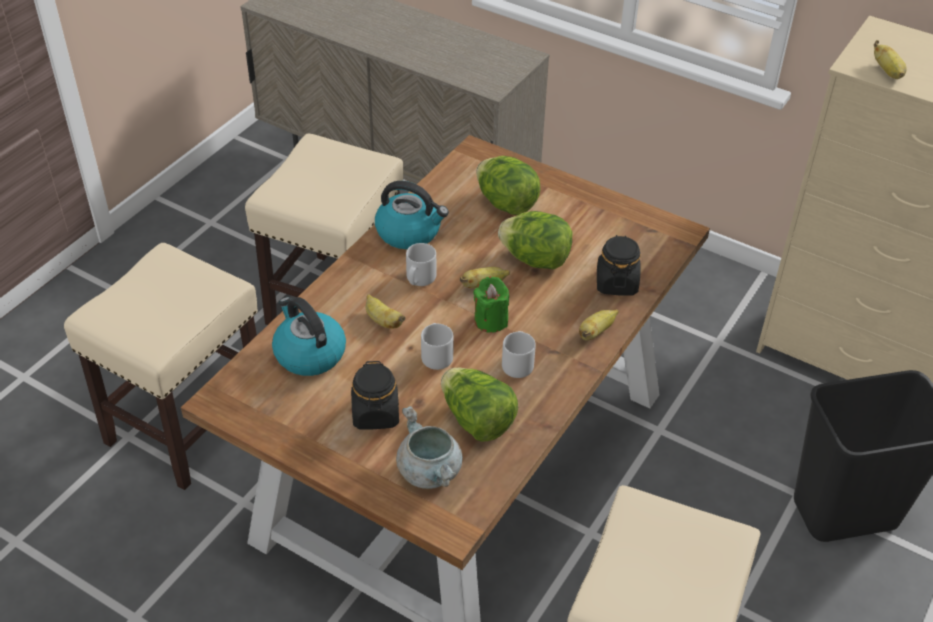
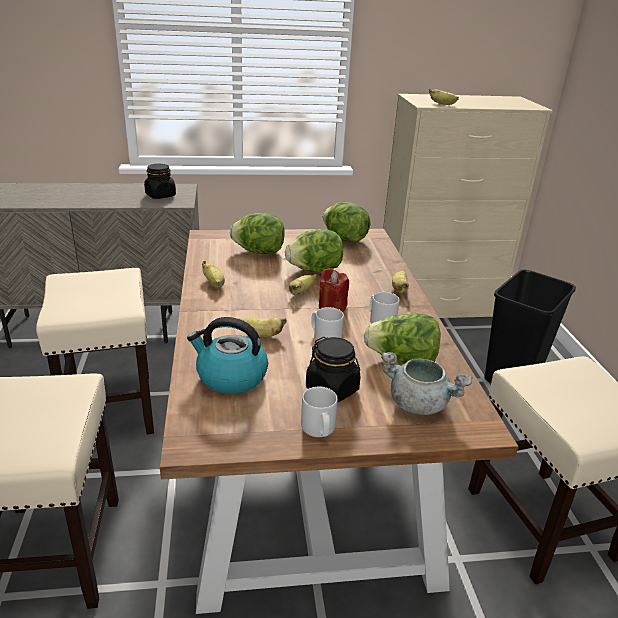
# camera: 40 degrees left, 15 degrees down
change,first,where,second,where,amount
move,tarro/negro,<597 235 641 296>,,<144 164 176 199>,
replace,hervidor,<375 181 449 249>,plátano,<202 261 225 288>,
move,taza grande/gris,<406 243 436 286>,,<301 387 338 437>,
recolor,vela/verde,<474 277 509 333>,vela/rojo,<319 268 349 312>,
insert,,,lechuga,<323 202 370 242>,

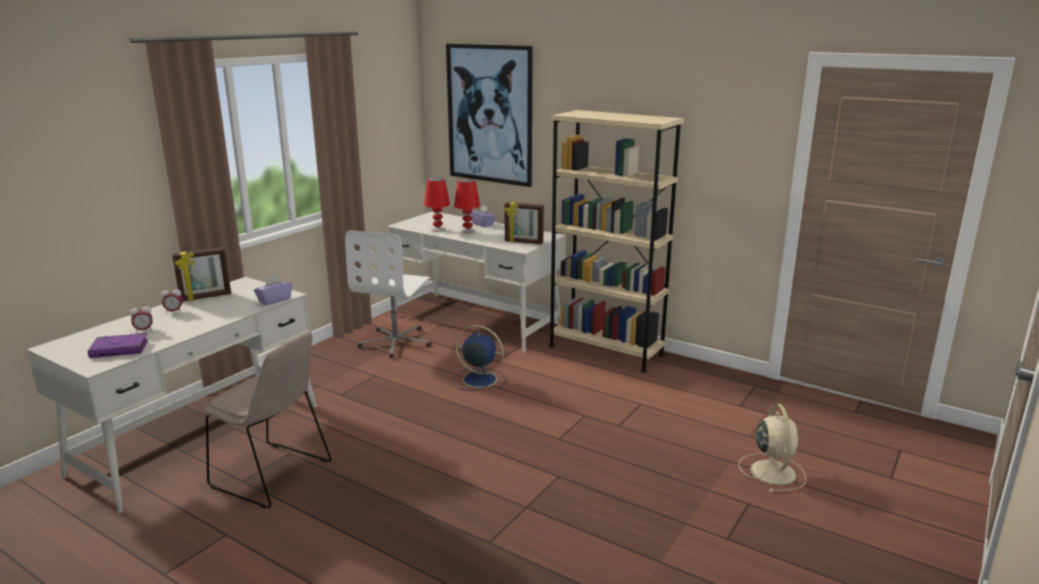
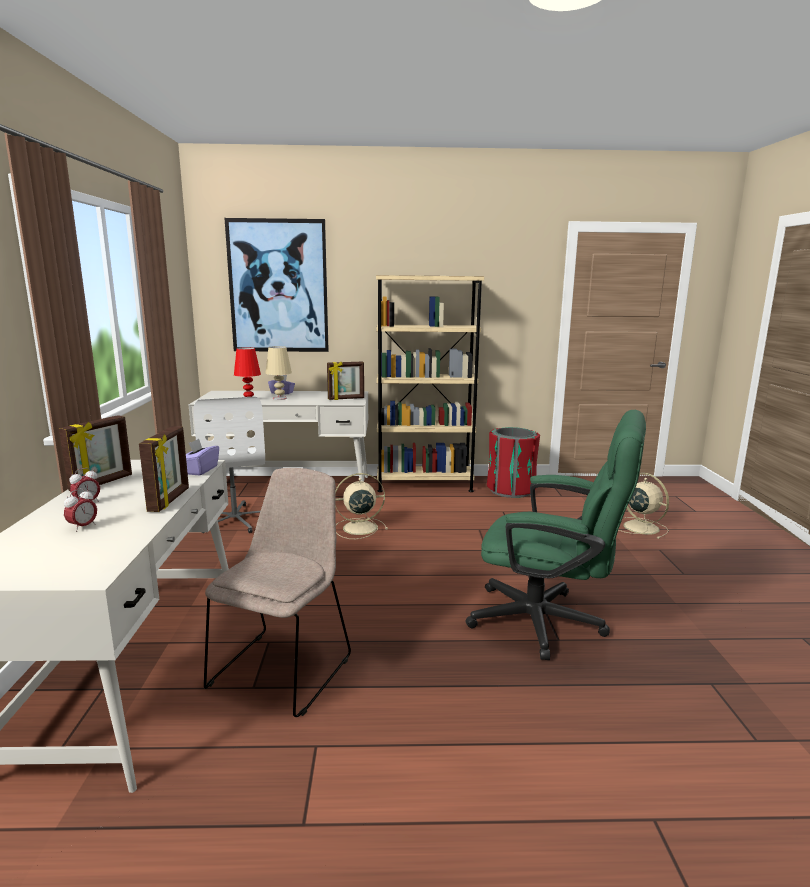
# camera: 35 degrees left, 5 degrees down
change,first,where,second,where,amount
insert,,,portarretratos,<139 426 189 512>,
rotate,silla/beis,<203 331 331 509>,,<204 468 351 717>,60 degrees counterclockwise
recolor,lámpara de mesa/rojo,<454 178 480 234>,lámpara de mesa/beis,<266 346 292 400>,
recolor,ventilador/azul,<453 325 505 391>,ventilador/beis,<336 473 388 539>,
insert,,,silla de oficina/verde,<466 410 646 660>,
insert,,,papelera/rojo,<487 427 540 498>,
delete,libro/morado,<88 333 148 358>,,,

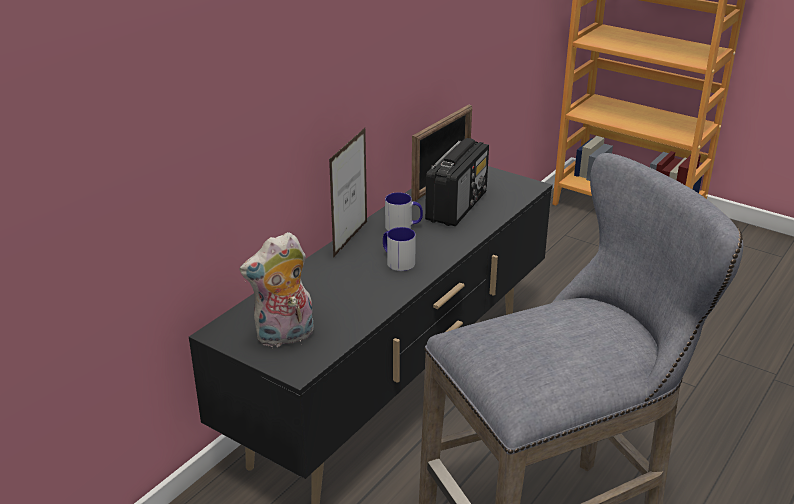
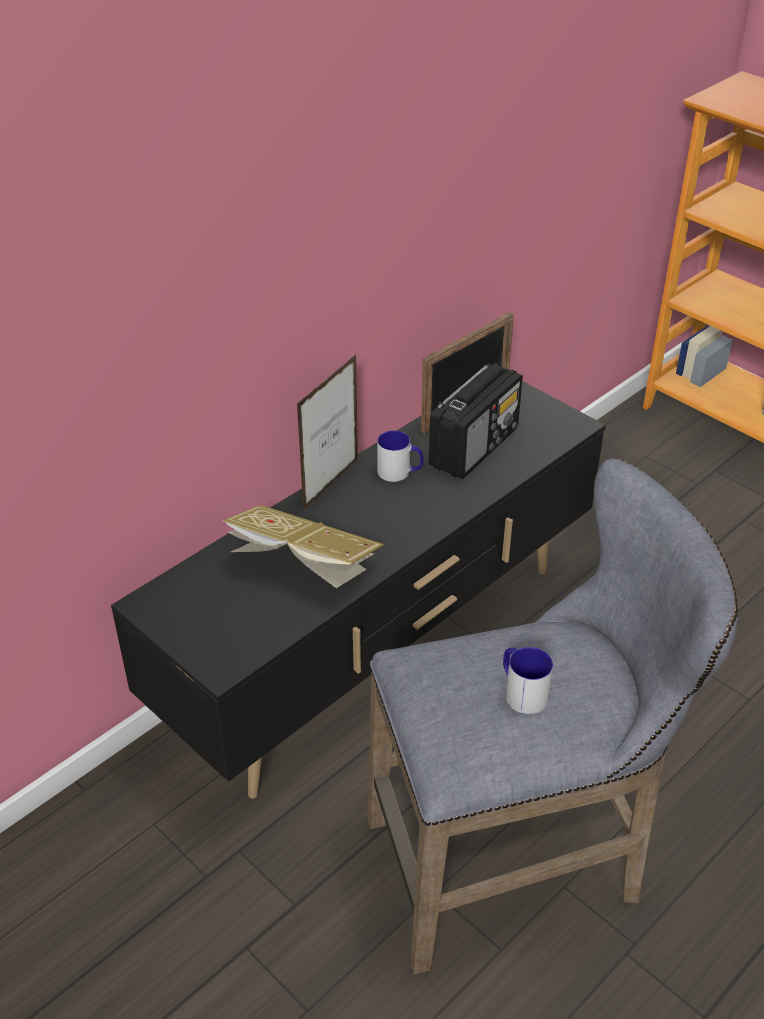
# camera: 10 degrees right, 10 degrees up
change,first,where,second,where,amount
insert,,,libro,<223 505 384 588>,
move,taza grande,<383 227 416 271>,,<503 647 553 714>,
delete,peluche,<240 232 313 347>,,,

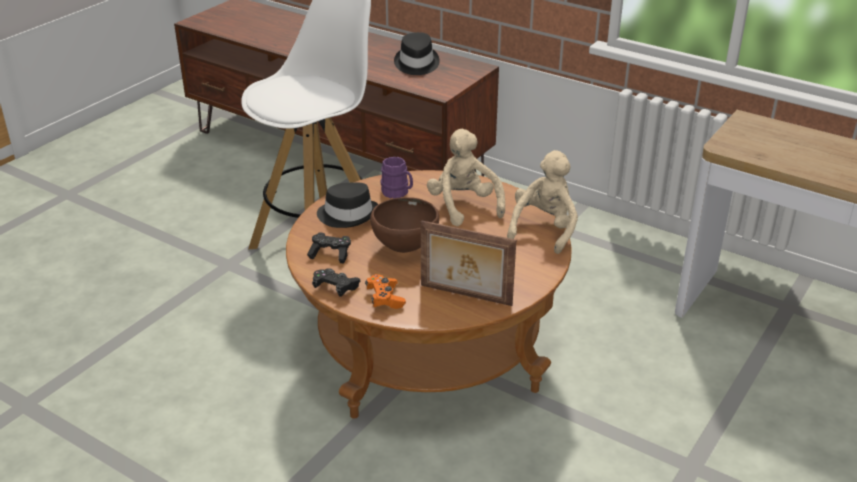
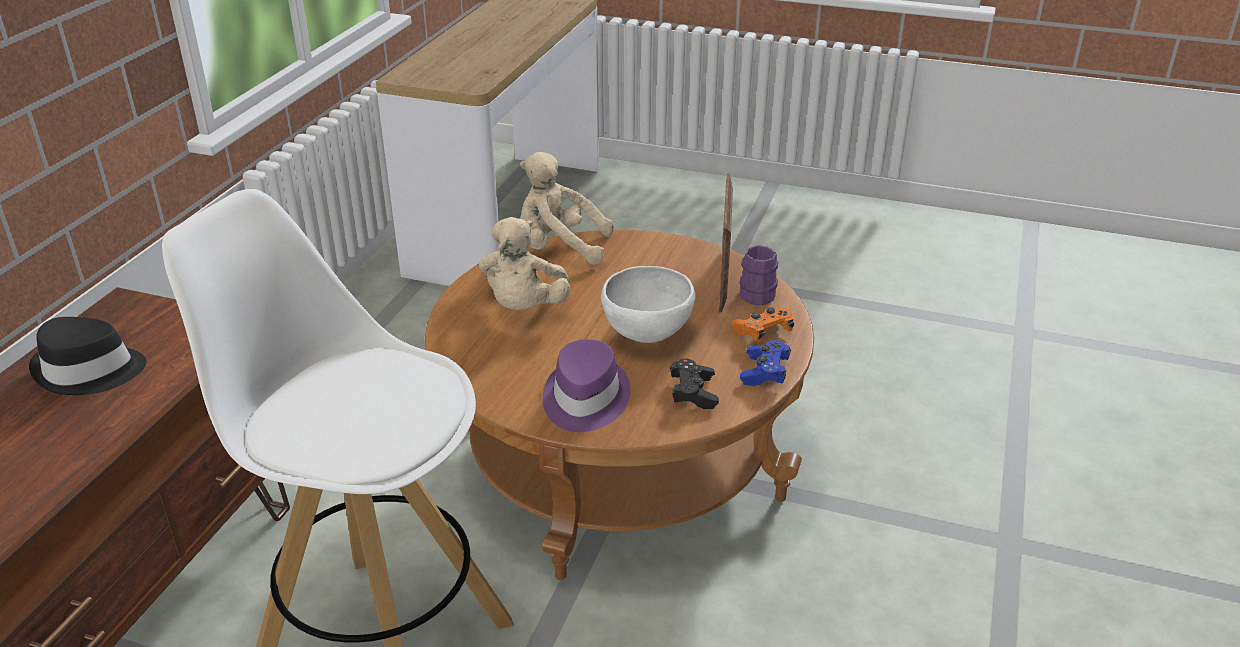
# camera: 105 degrees left, 0 degrees up
change,first,where,second,where,amount
rotate,peluche/beis,<427 129 505 226>,,<479 217 570 310>,45 degrees counterclockwise
recolor,sombrero/negro,<317 182 378 228>,sombrero/morado,<542 339 630 432>,
recolor,cuenco/marrón,<370 197 439 253>,cuenco/blanco,<601 266 696 343>,
move,taza grande/morado,<381 157 413 198>,,<740 245 778 306>,
recolor,mando de consola/negro,<312 268 361 297>,mando de consola/azul,<740 340 791 386>,

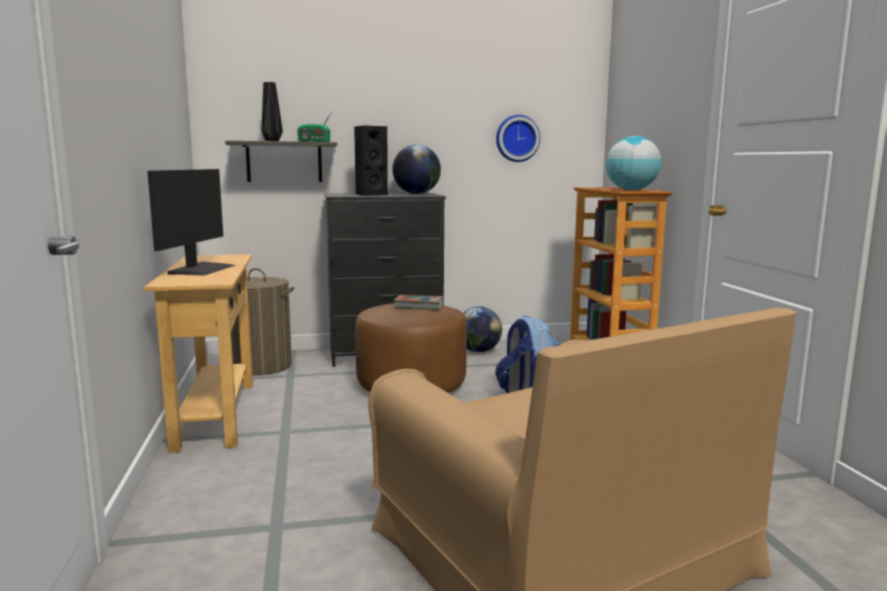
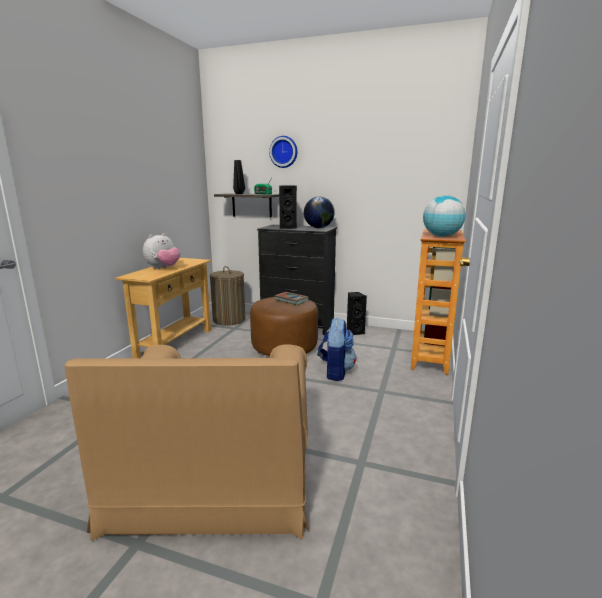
# camera: 30 degrees right, 5 degrees up
change,first,where,second,where,amount
replace,monitor,<147 169 236 276>,peluche,<143 233 180 269>,
move,reloj de pared,<496 115 540 162>,,<269 136 298 168>,
replace,globo terráqueo,<463 306 502 352>,altavoz/negro,<347 292 367 335>,

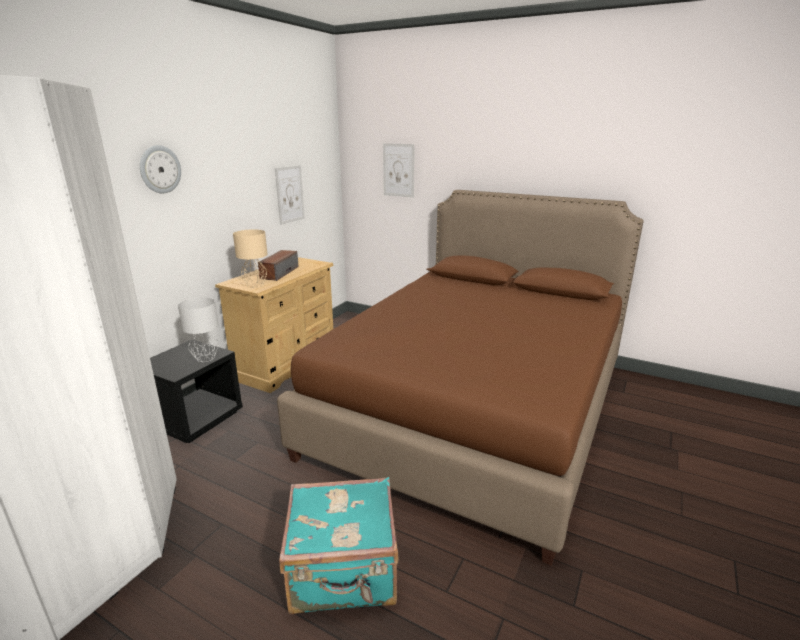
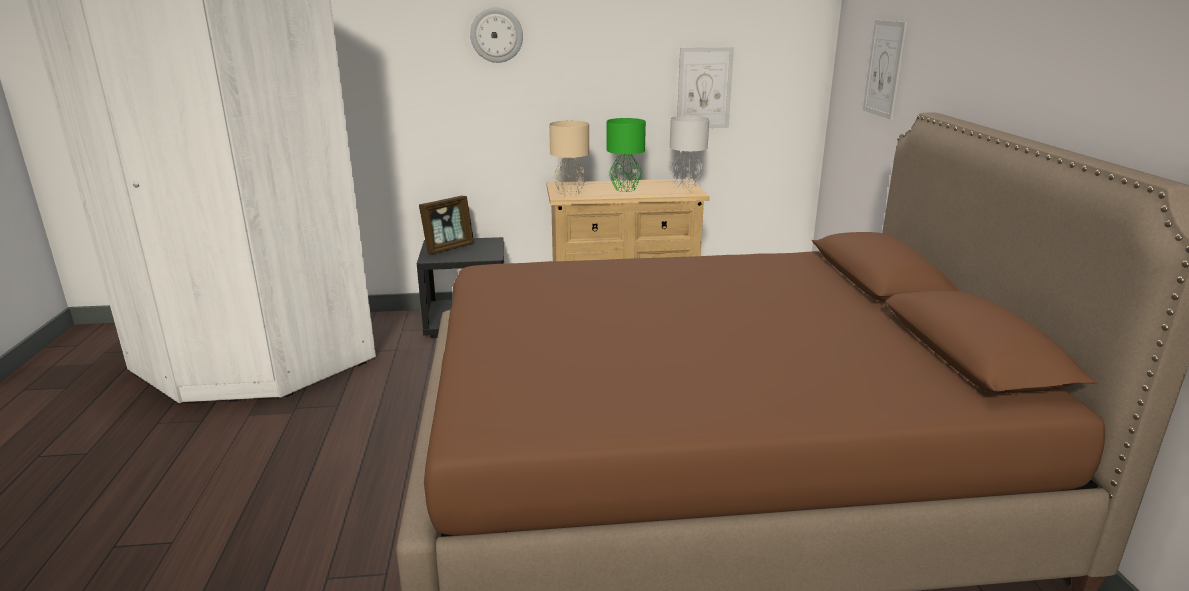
# camera: 55 degrees right, 0 degrees up
change,first,where,second,where,amount
insert,,,portarretratos,<419 196 474 254>,
replace,altavoz,<258 250 299 281>,lámpara de mesa/verde,<606 118 646 192>,
move,lámpara de mesa/gris,<178 297 219 362>,,<670 116 709 188>,
delete,maleta/turquesa,<279 477 398 615>,,,

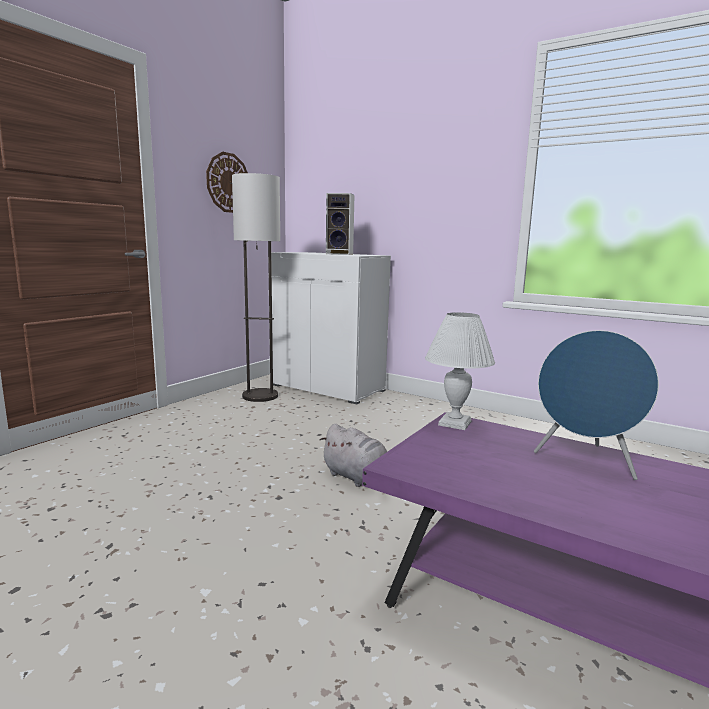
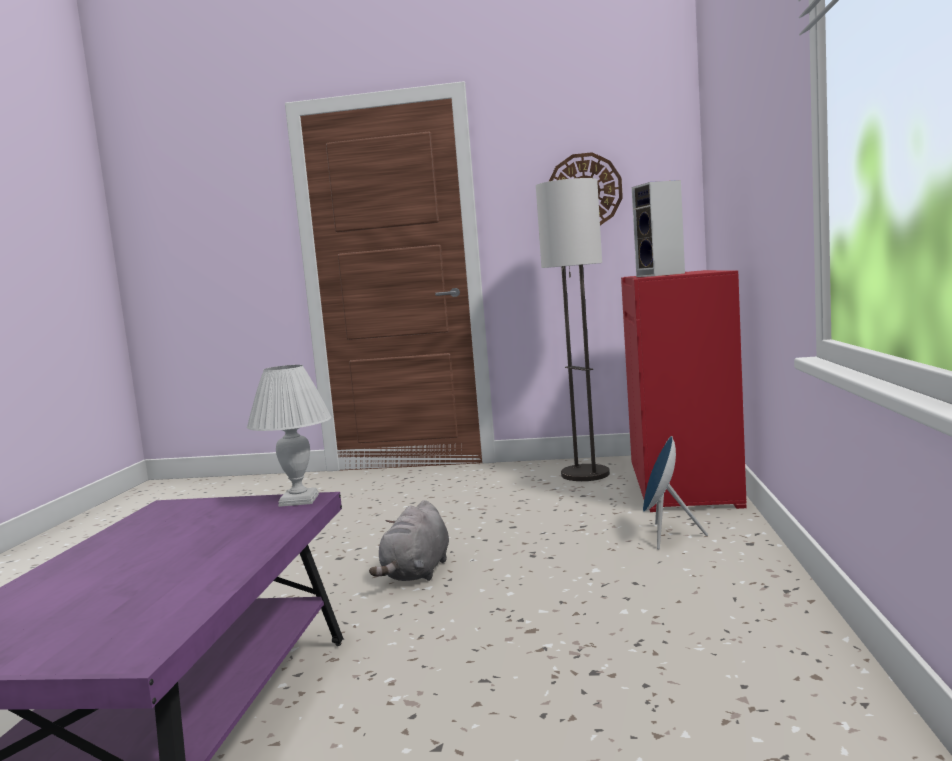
# camera: 65 degrees right, 5 degrees down
change,first,where,second,where,amount
recolor,armario/blanco,<268 252 391 404>,armario/rojo,<621 270 747 512>,
move,altavoz/azul,<534 330 659 480>,,<643 436 708 549>,

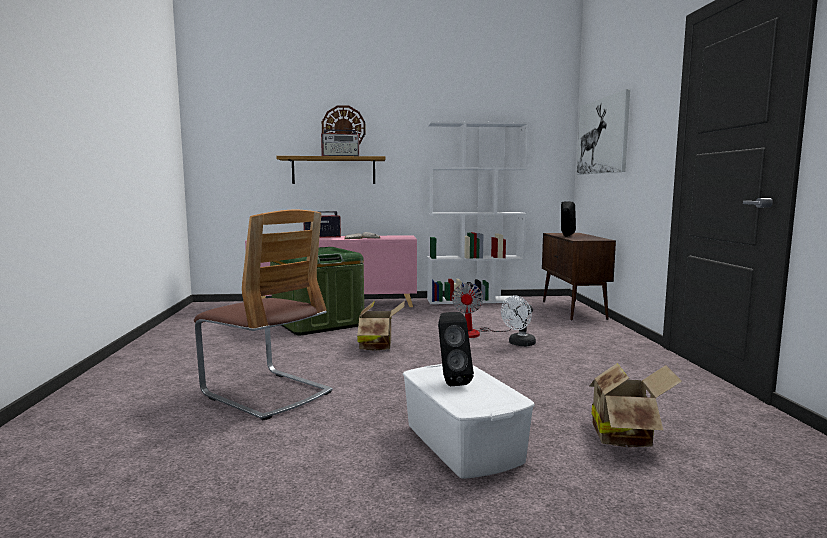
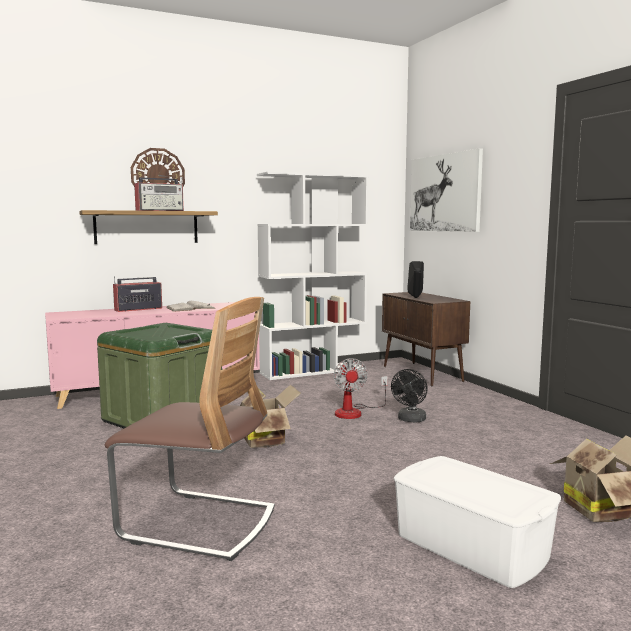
# camera: 20 degrees left, 0 degrees up
change,first,where,second,where,amount
recolor,ventilador/blanco,<501 296 536 346>,ventilador/negro,<391 369 428 422>,
delete,altavoz/negro,<438 312 474 386>,,,

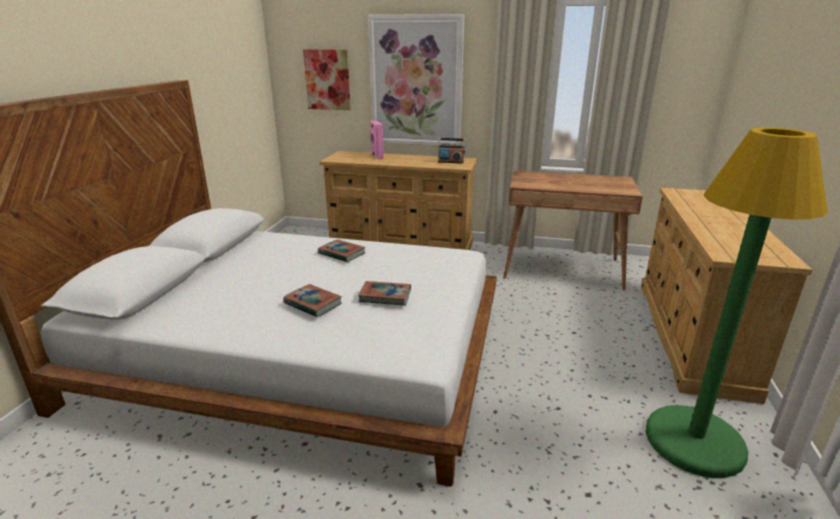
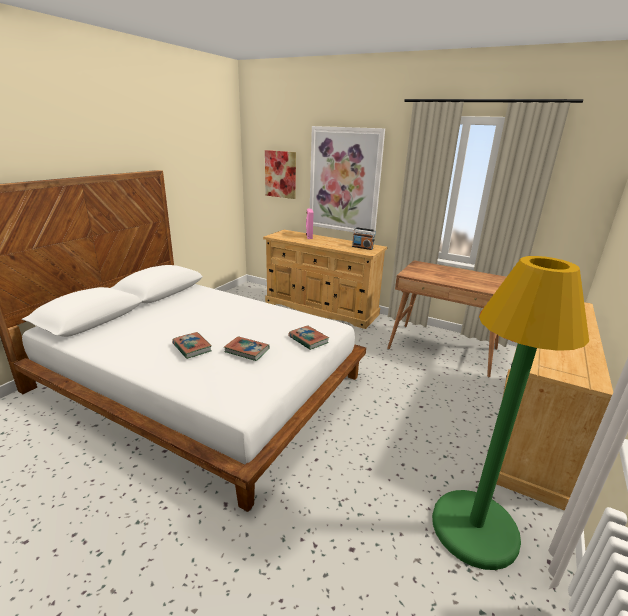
# camera: 15 degrees right, 0 degrees up
change,first,where,second,where,amount
move,libro,<318 239 366 262>,,<289 326 329 350>,

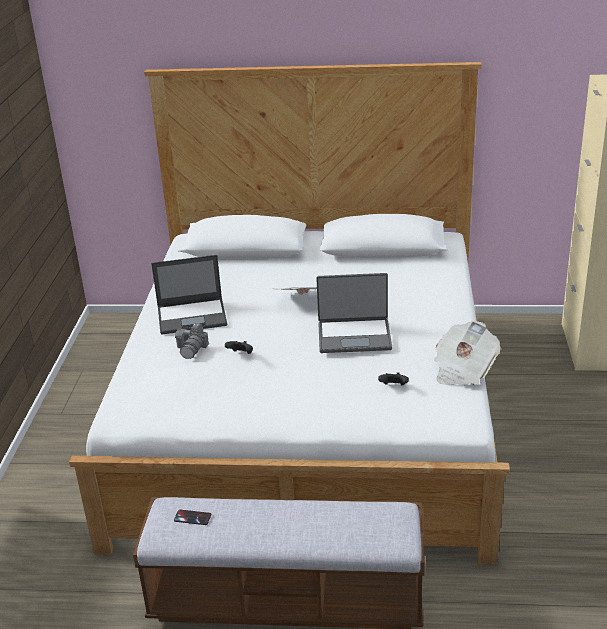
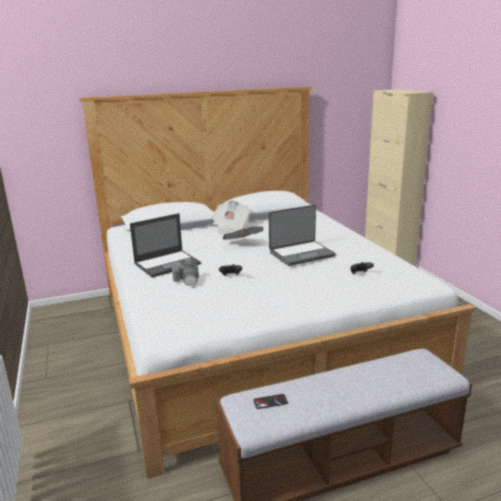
# camera: 25 degrees left, 10 degrees down
change,first,where,second,where,amount
move,periódico,<434 321 501 385>,,<212 200 251 235>,

